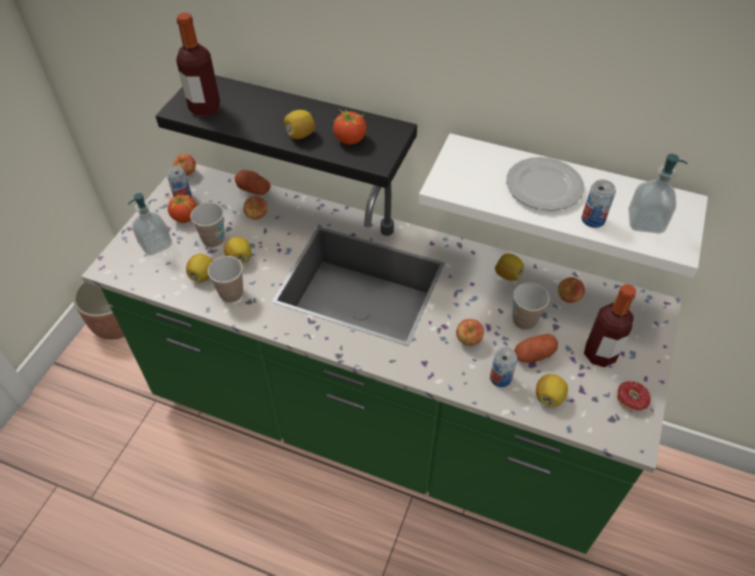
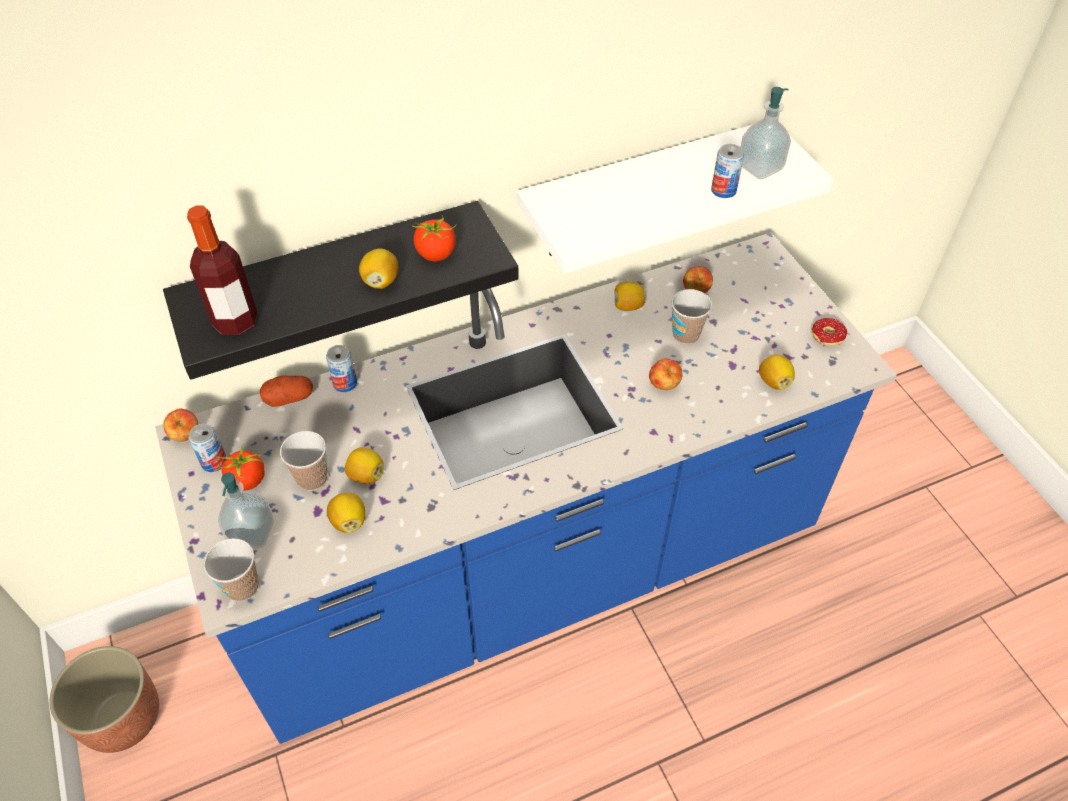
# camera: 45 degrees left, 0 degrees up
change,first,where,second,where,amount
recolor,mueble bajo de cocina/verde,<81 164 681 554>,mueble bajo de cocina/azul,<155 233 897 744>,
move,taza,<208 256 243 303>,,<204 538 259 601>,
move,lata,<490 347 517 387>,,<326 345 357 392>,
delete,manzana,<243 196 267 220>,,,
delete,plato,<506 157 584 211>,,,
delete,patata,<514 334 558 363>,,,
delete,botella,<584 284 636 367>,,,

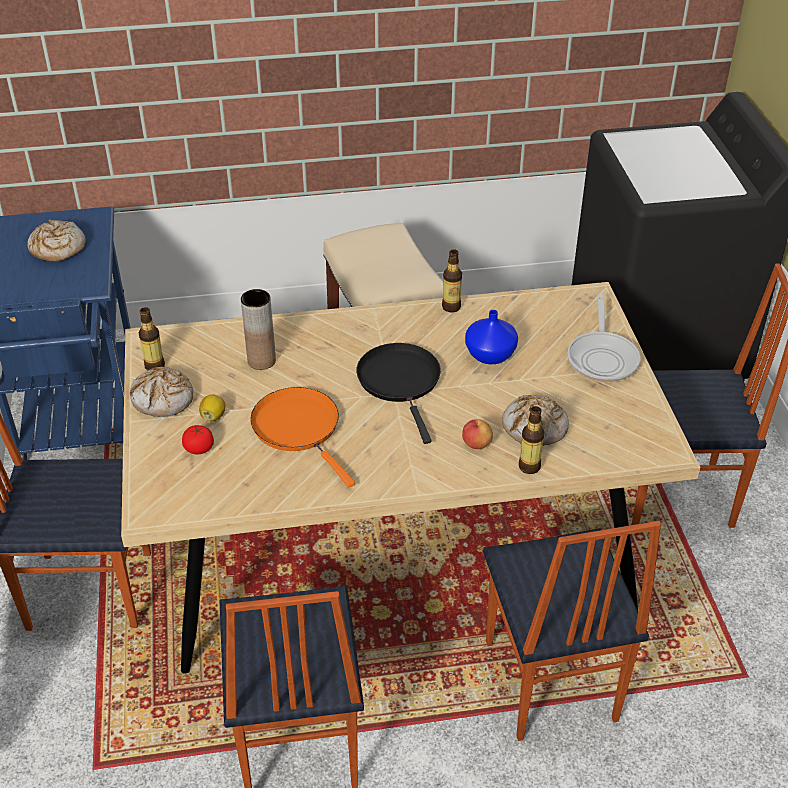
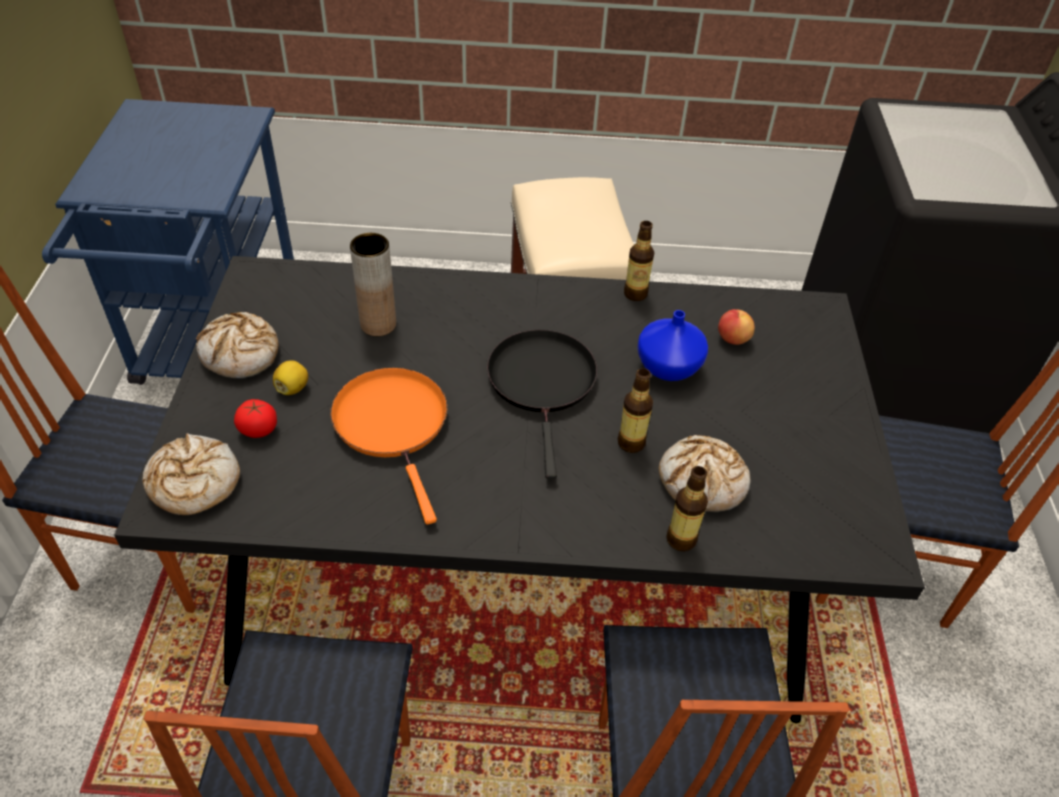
# camera: 10 degrees right, 5 degrees up
change,first,where,second,where,amount
recolor,mesa de comedor/beis,<121 282 700 674>,mesa de comedor/negro,<114 256 925 723>,
move,pan,<27 220 86 261>,,<142 433 240 515>,
move,botella,<139 307 165 370>,,<618 368 653 453>,
move,manzana,<462 419 493 449>,,<718 309 755 345>,
delete,sartén,<568 294 641 382>,,,

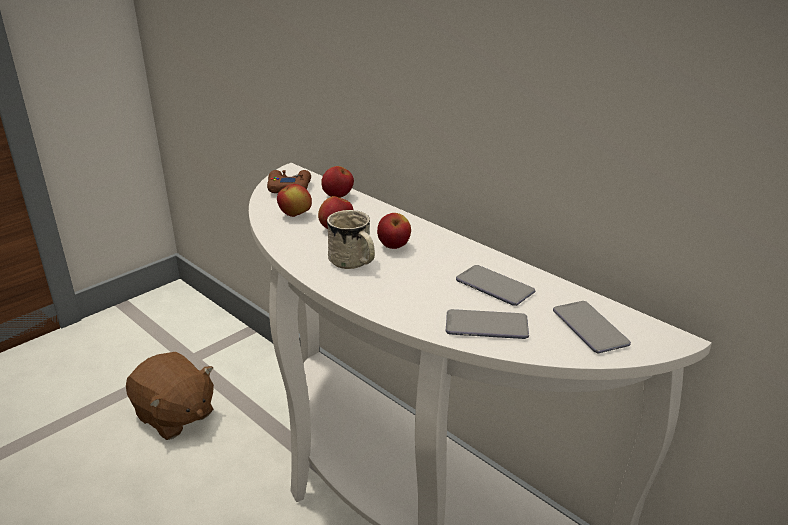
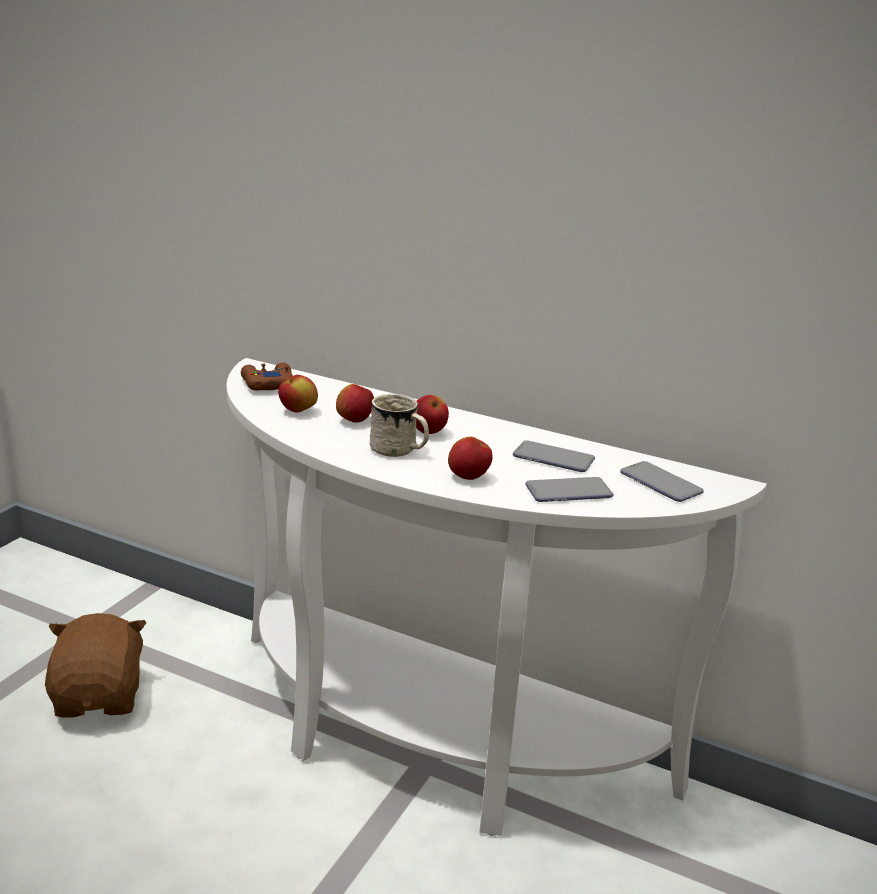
# camera: 20 degrees left, 5 degrees down
change,first,where,second,where,amount
rotate,peluche/marrón,<126 352 214 440>,,<45 613 147 718>,120 degrees counterclockwise
move,manzana,<321 166 354 198>,,<448 436 492 480>,

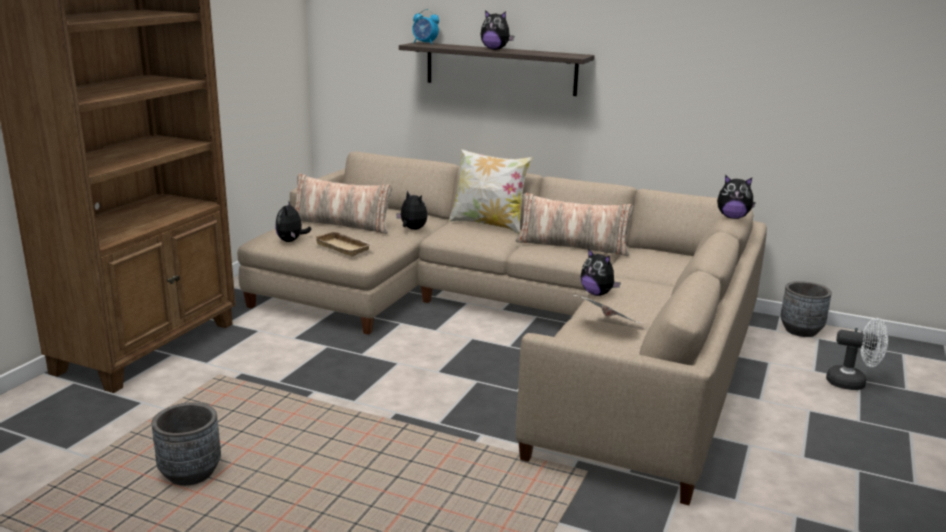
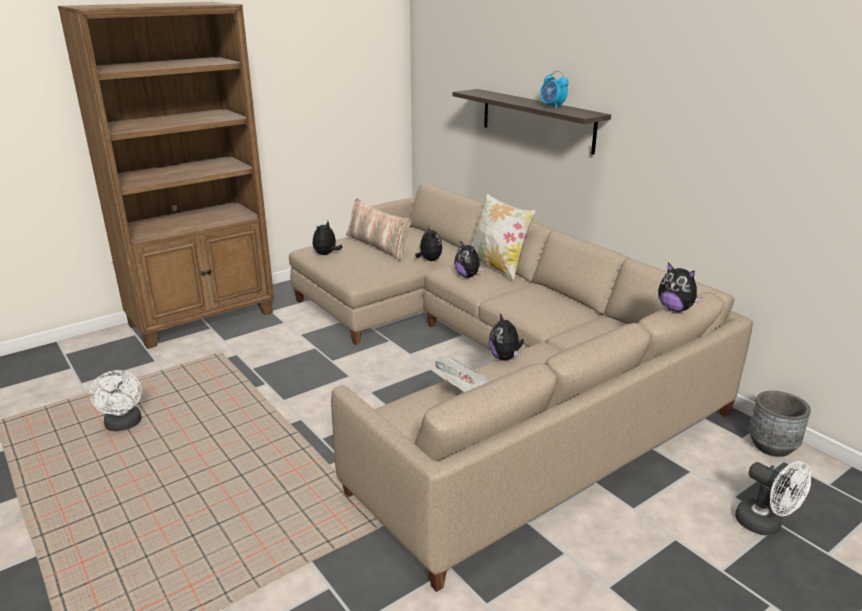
# camera: 30 degrees right, 5 degrees up
change,first,where,second,where,amount
replace,maceta/gris,<152 402 221 486>,ventilador/blanco,<89 370 142 431>,
move,peluche,<481 10 514 50>,,<454 241 484 278>,
move,despertador,<412 9 439 44>,,<540 71 569 109>,
delete,bandeja/beis,<313 230 373 256>,,,
delete,cojín,<516 193 634 256>,,,

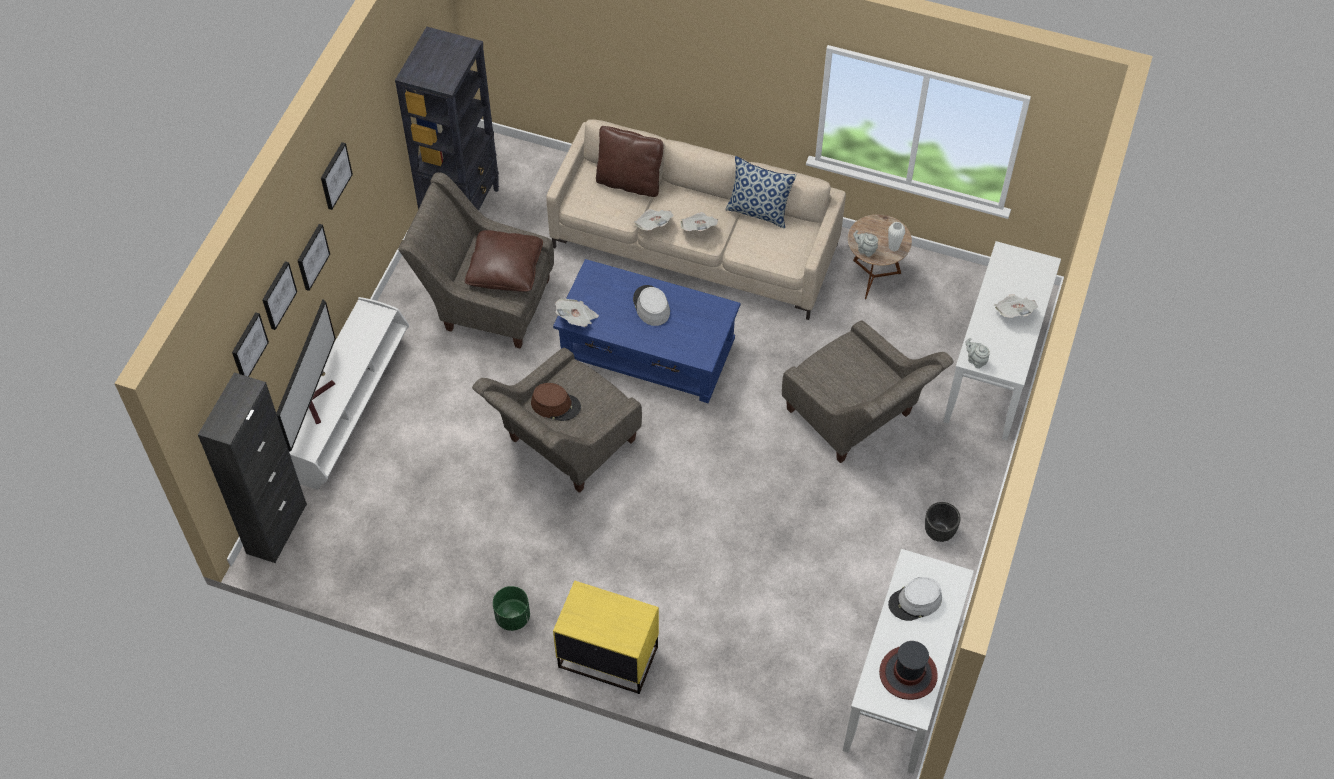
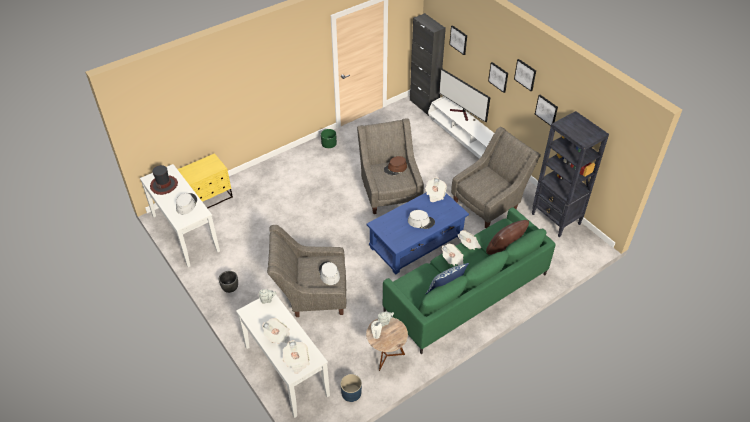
# camera: 125 degrees right, 10 degrees down
change,first,where,second,where,amount
move,mesita de noche/amarillo,<553 580 659 694>,,<177 153 233 209>,
insert,,,periódico,<283 340 310 374>,
insert,,,sombrero/gris,<319 261 340 285>,
insert,,,maceta/azul,<340 374 362 402>,
recolor,sofá/beis,<546 119 846 320>,sofá/verde,<383 208 556 354>,
move,cuadro,<262 261 297 330>,,<535 95 558 126>,
delete,cojín/marrón,<465 230 543 292>,,,

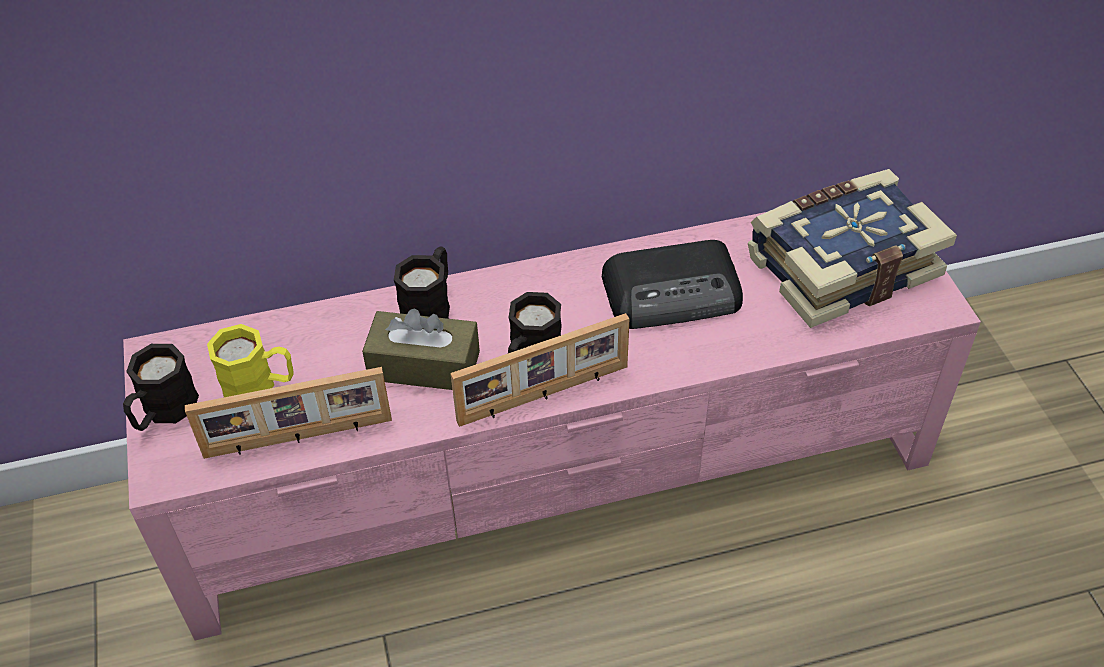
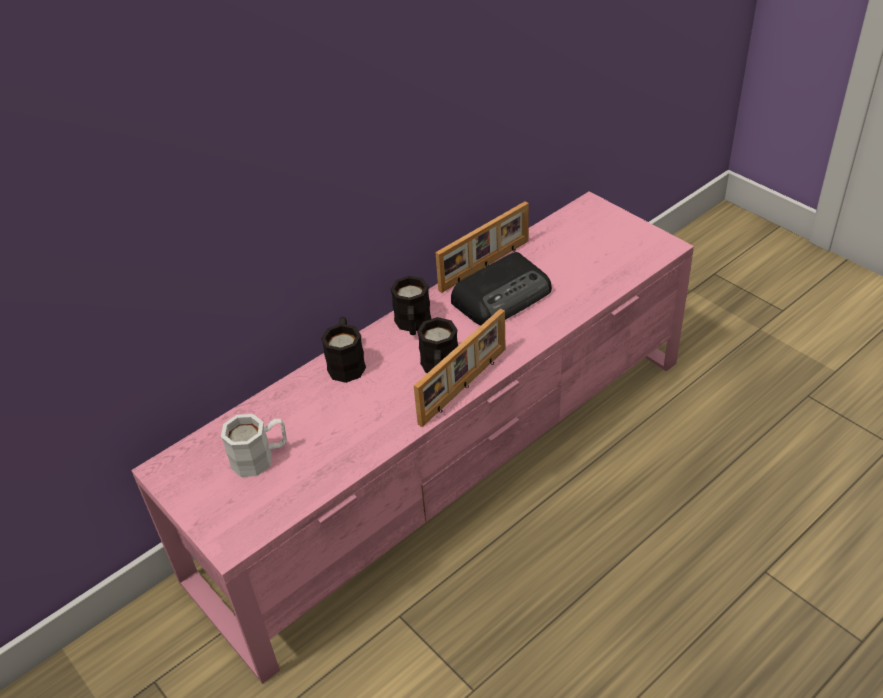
# camera: 25 degrees left, 5 degrees down
change,first,where,second,where,amount
recolor,taza grande/amarillo,<207 324 294 397>,taza grande/blanco,<221 414 287 477>,
move,taza grande/negro,<123 344 199 431>,,<391 276 431 335>,
move,portarretratos,<185 367 392 459>,,<435 201 529 293>,
delete,caja de pañuelos/marrón,<362 308 480 390>,,,
delete,libro,<748 169 957 328>,,,

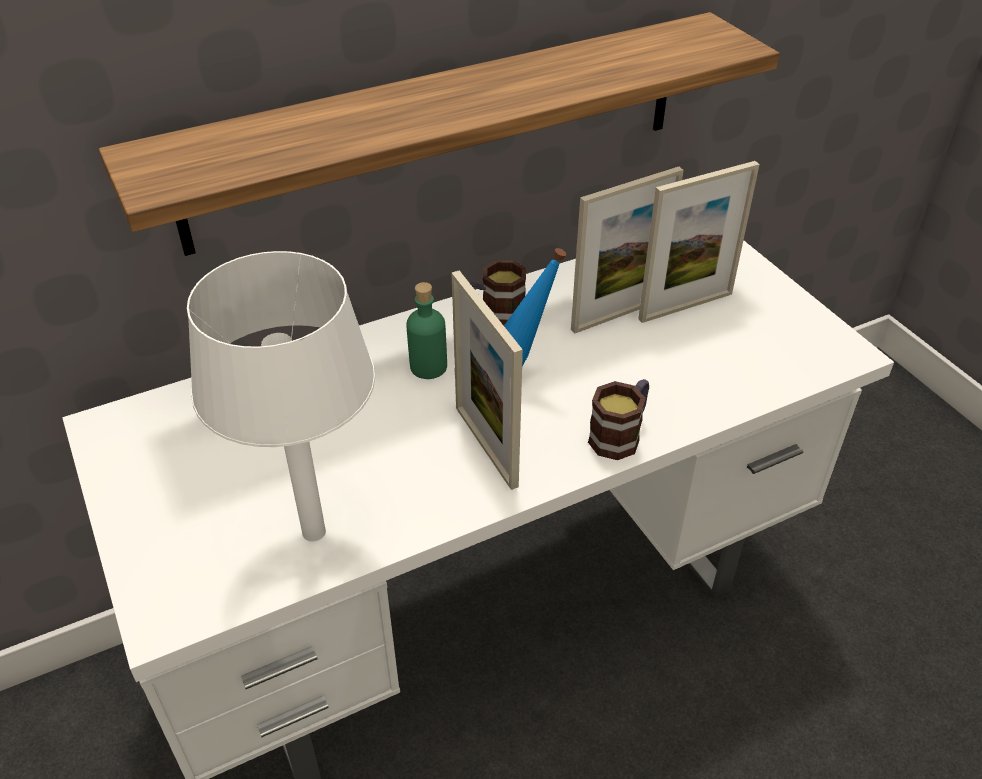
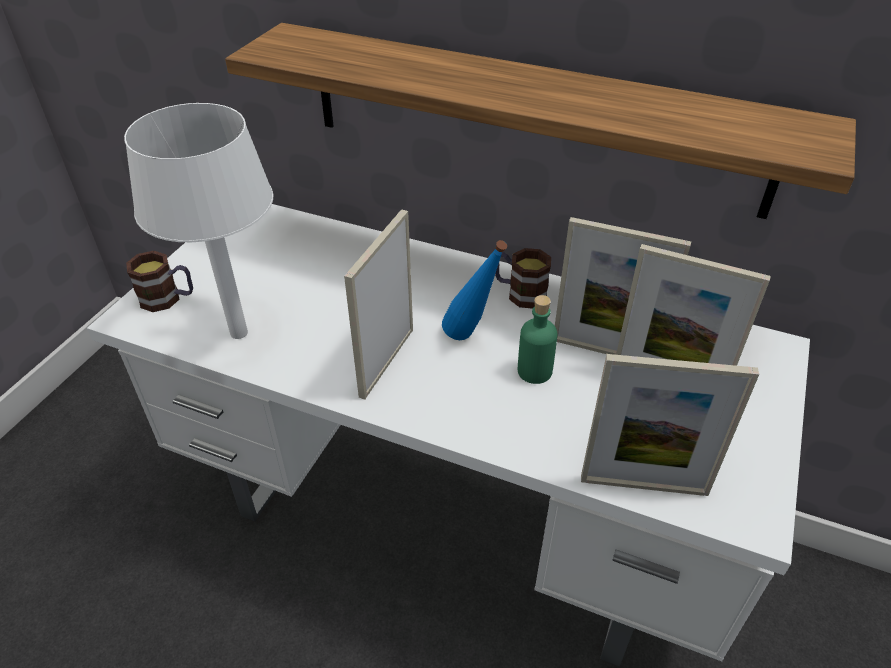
# camera: 50 degrees right, 0 degrees up
change,first,where,second,where,amount
move,taza grande,<588 379 649 460>,,<126 251 193 312>,
move,botella/verde,<406 282 447 379>,,<518 295 558 384>,
insert,,,portarretratos,<581 354 759 496>,

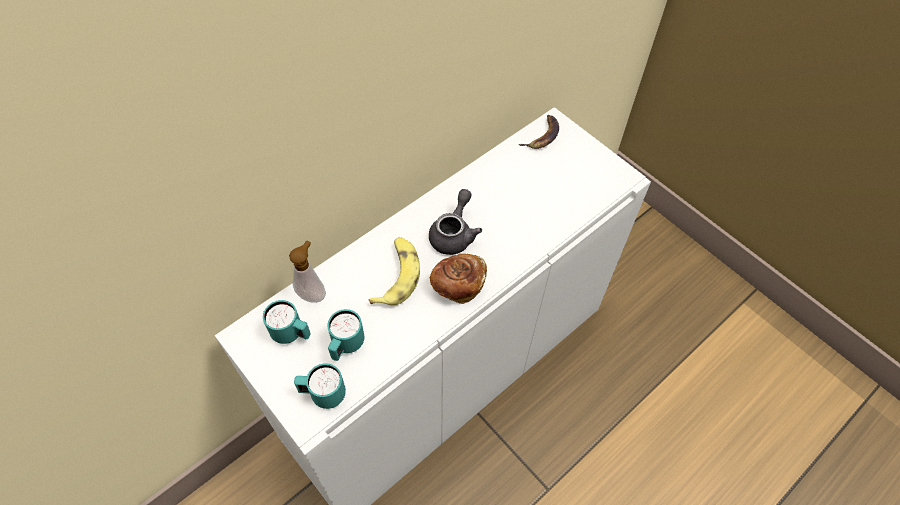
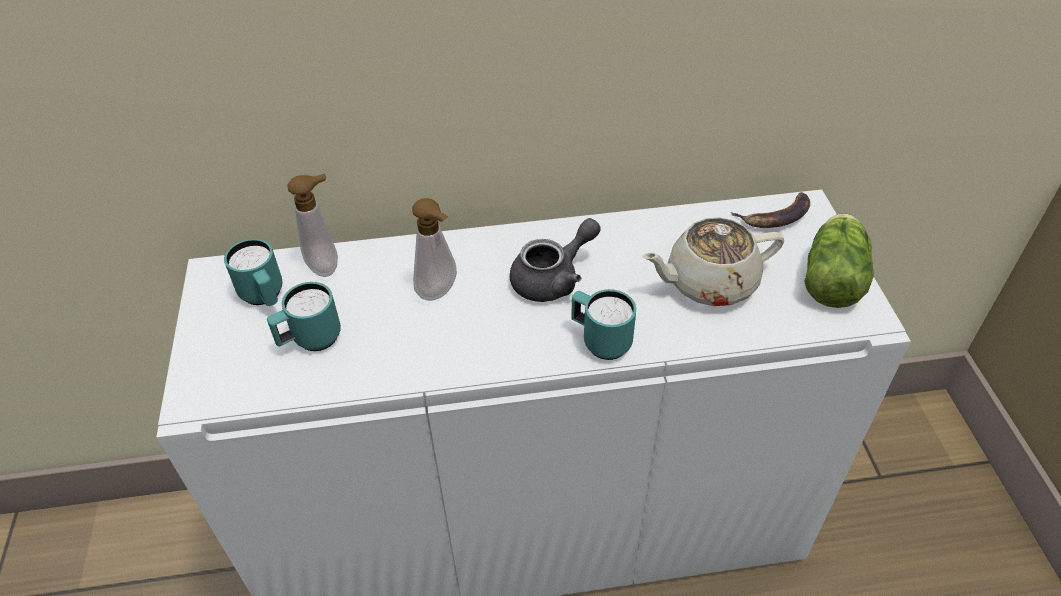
# camera: 35 degrees right, 10 degrees down
change,first,where,second,where,amount
replace,plátano,<368 237 420 305>,dispensador de jabón,<412 198 457 301>,
move,taza grande/turquesa,<294 363 346 409>,,<571 289 636 360>,
insert,,,tetera/beis,<642 217 784 306>,
insert,,,lechuga,<804 214 874 308>,
delete,pan,<430 254 487 304>,,,

